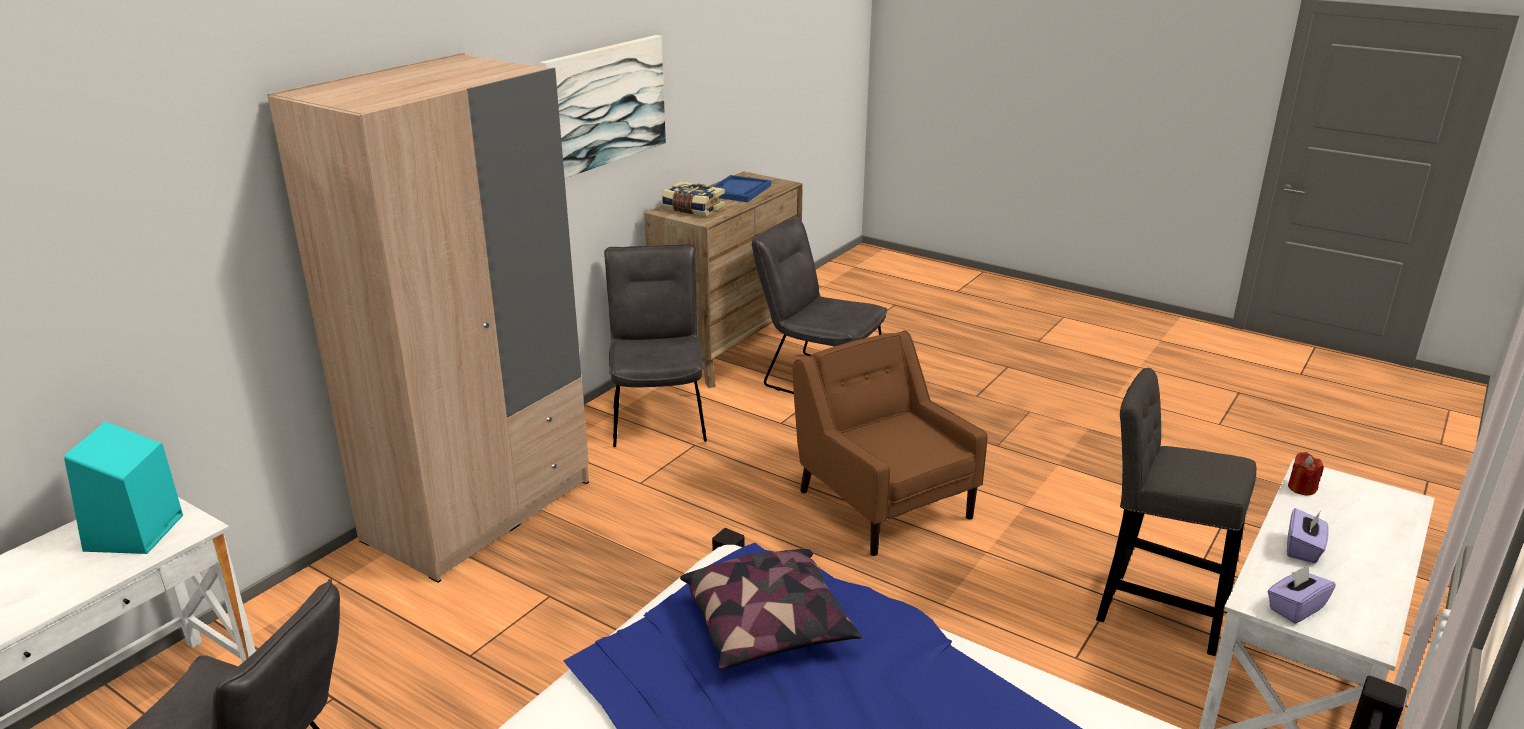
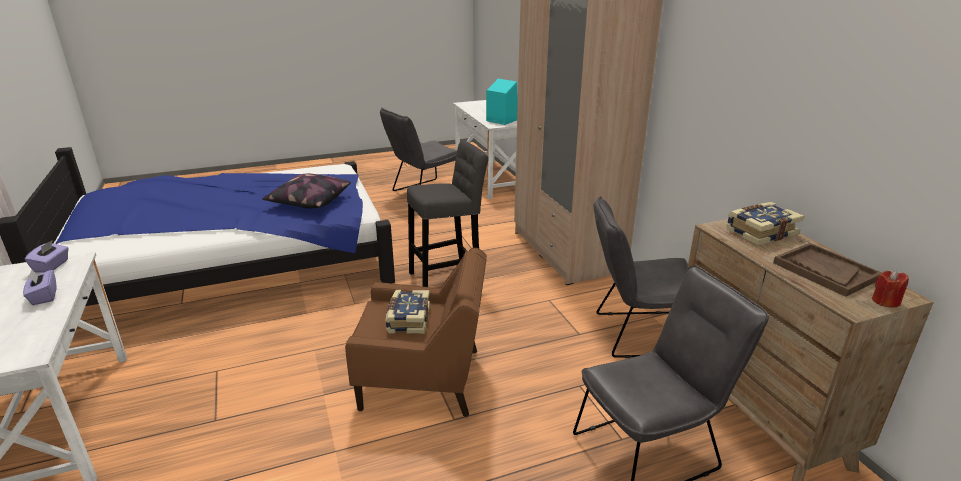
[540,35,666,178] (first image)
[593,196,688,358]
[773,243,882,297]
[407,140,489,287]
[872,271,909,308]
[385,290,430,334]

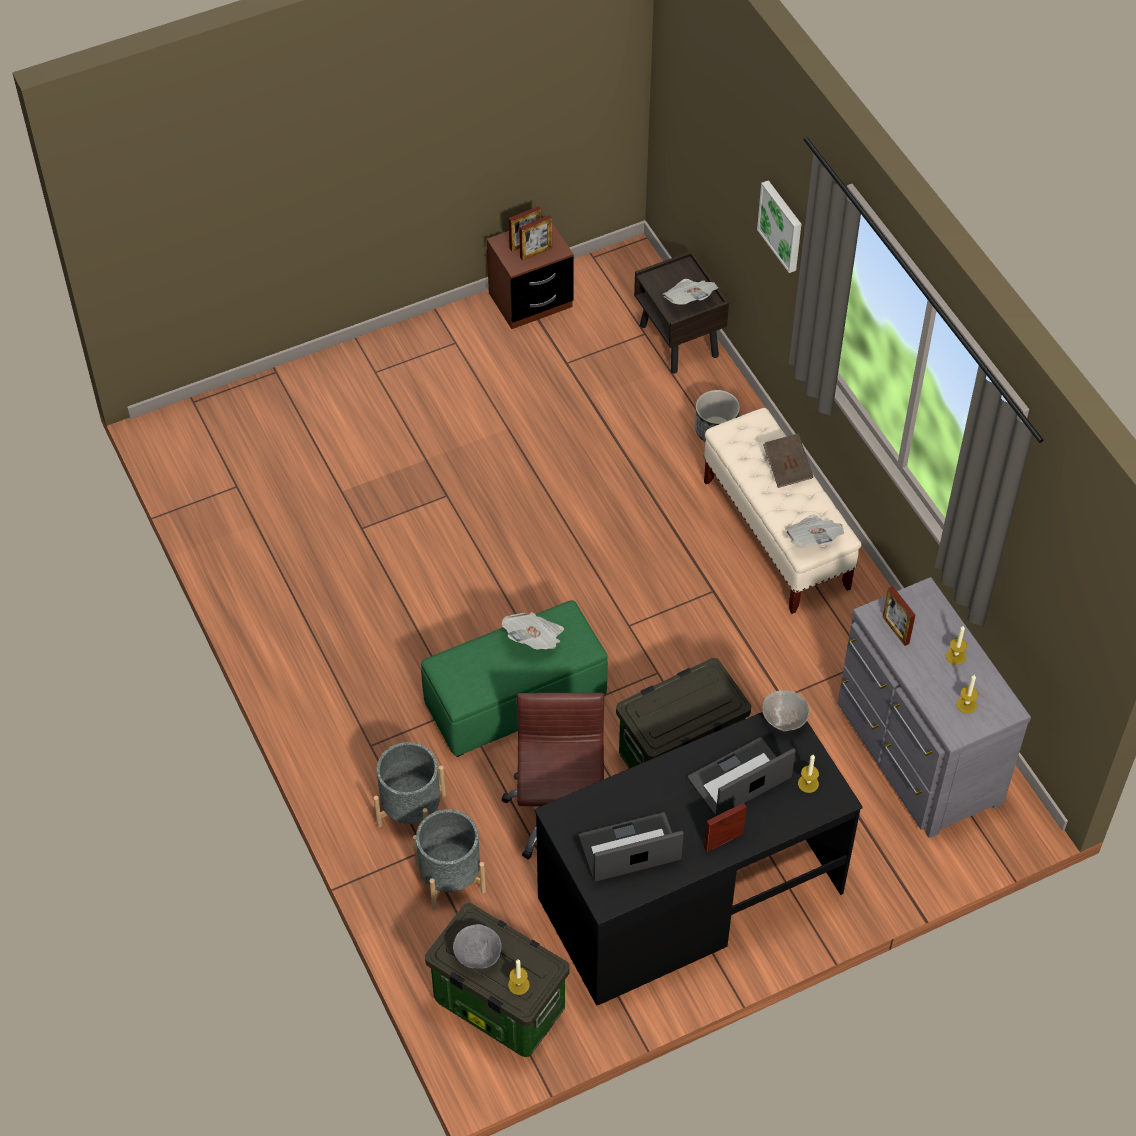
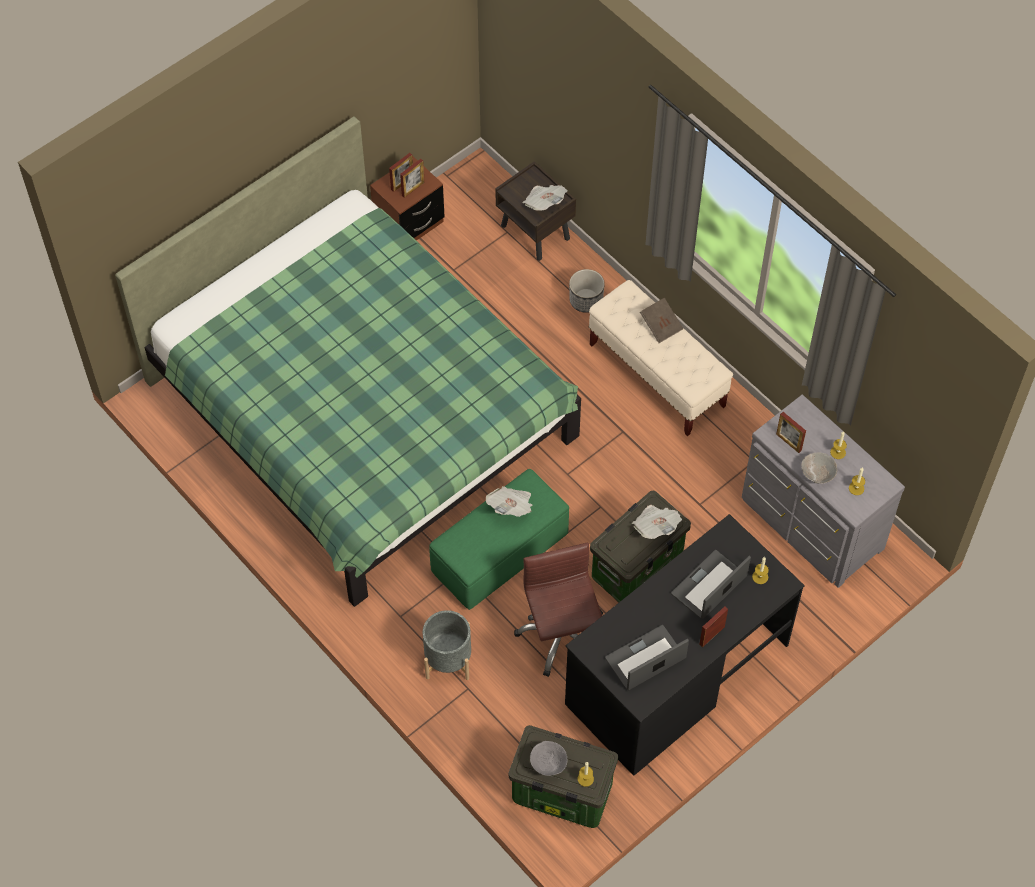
[413,809,486,910] (first image)
[757,180,801,273] (first image)
[801,452,837,484]
[632,505,682,539]
[115,116,581,607]

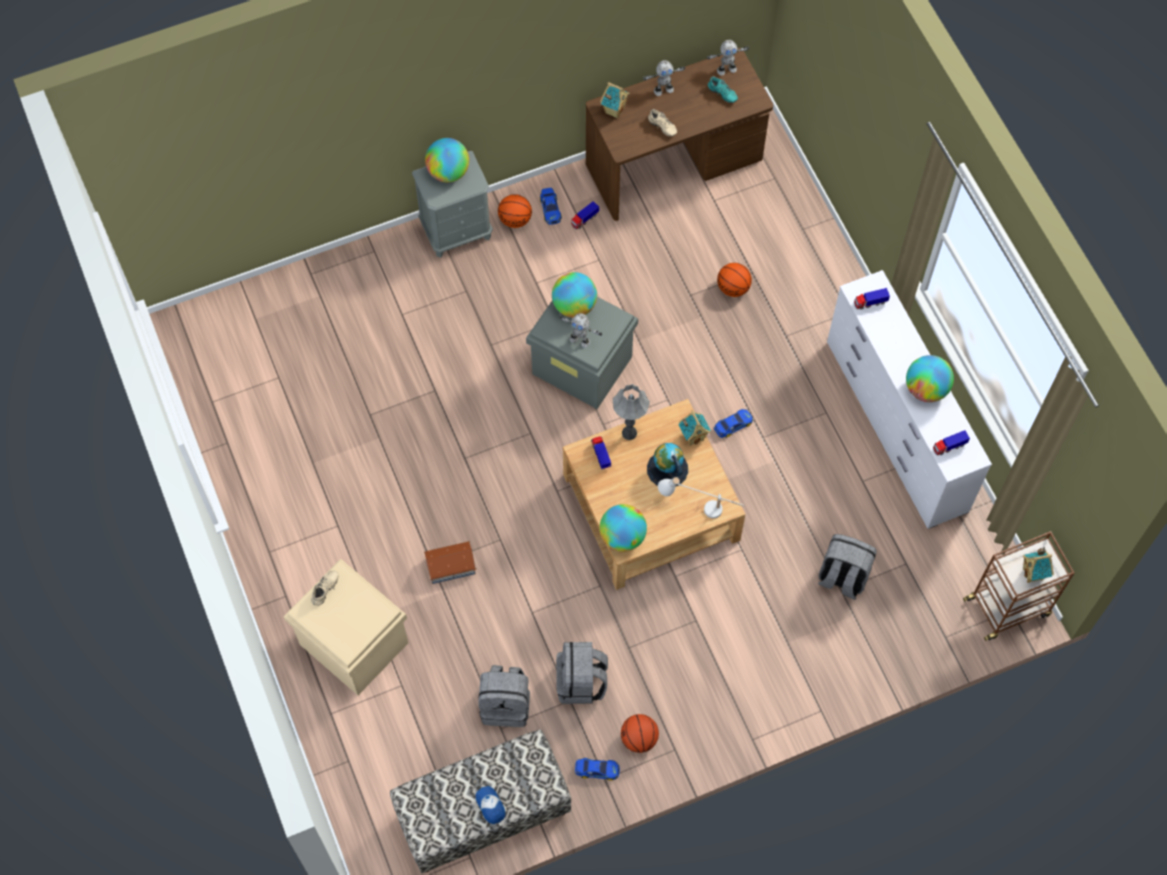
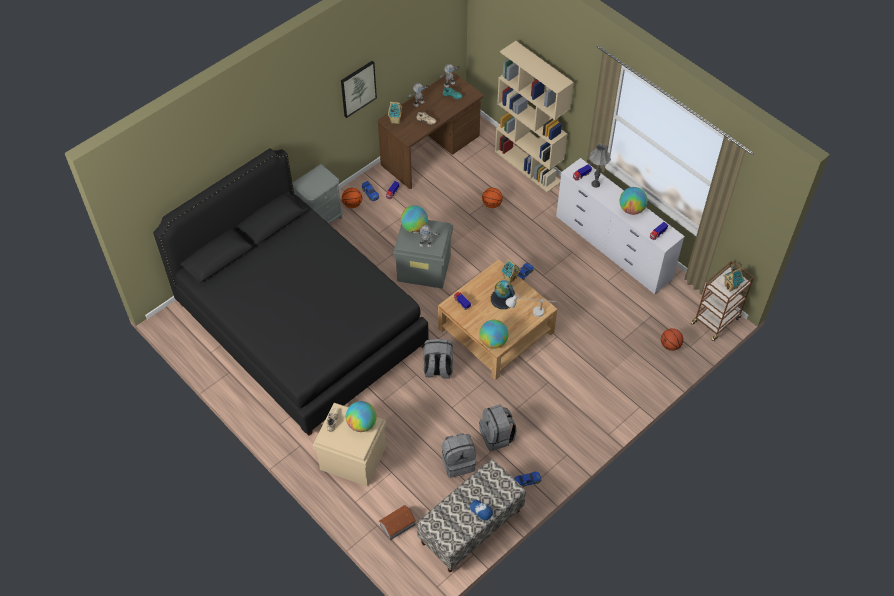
[379,505,416,540]
[346,401,377,432]
[589,144,611,188]
[661,328,683,351]
[424,339,453,379]
[153,148,429,436]
[341,61,377,118]
[495,41,574,192]

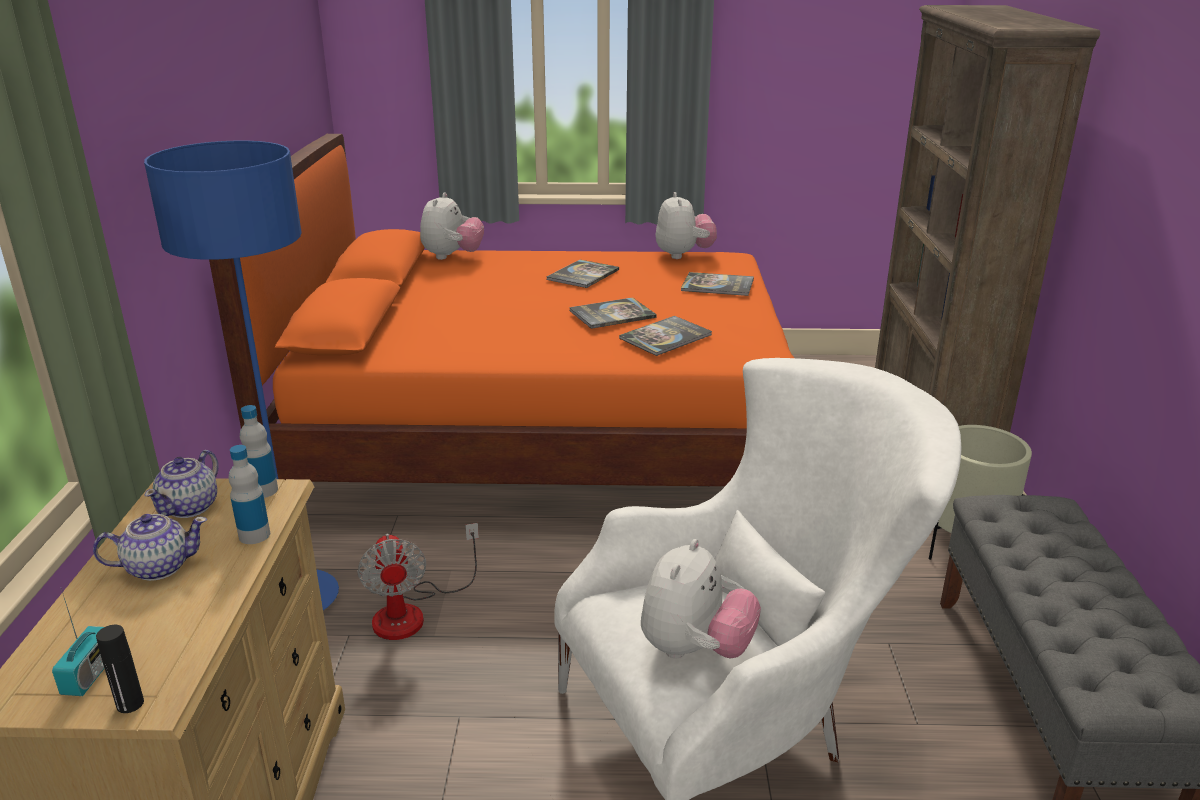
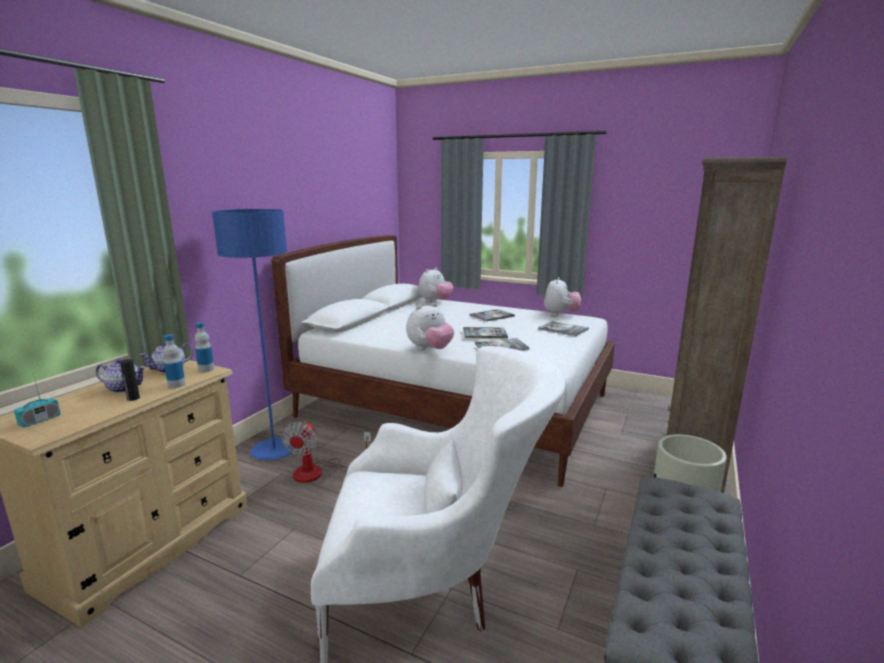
[120,359,140,401]
[271,235,615,487]
[406,303,454,350]

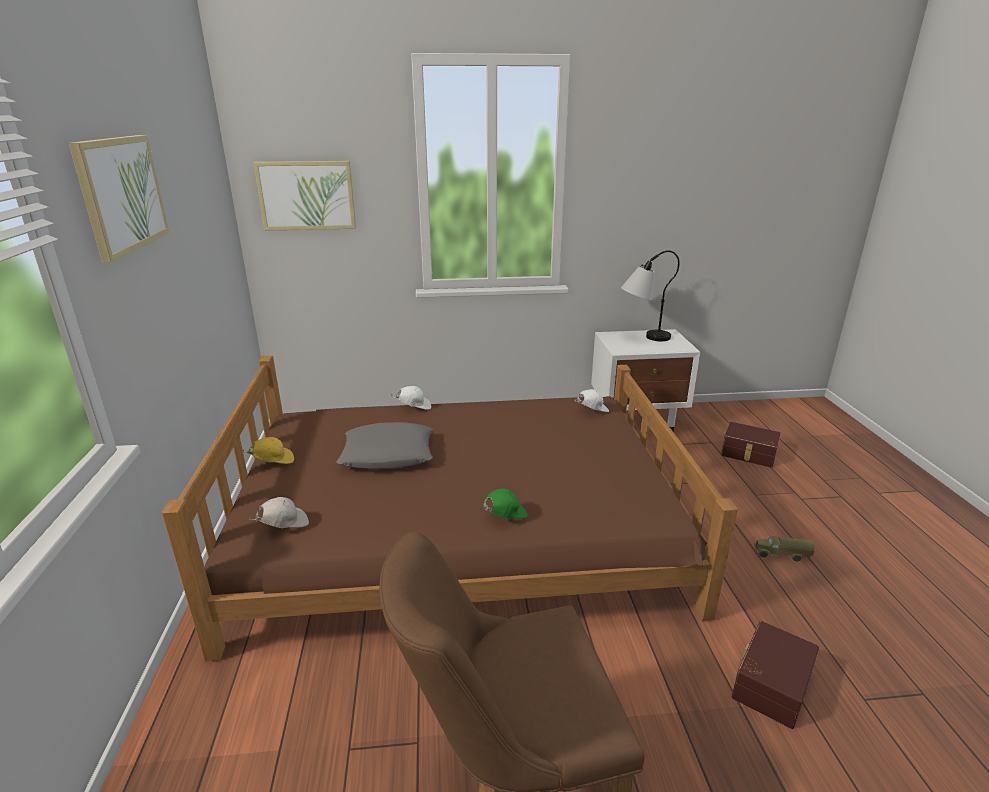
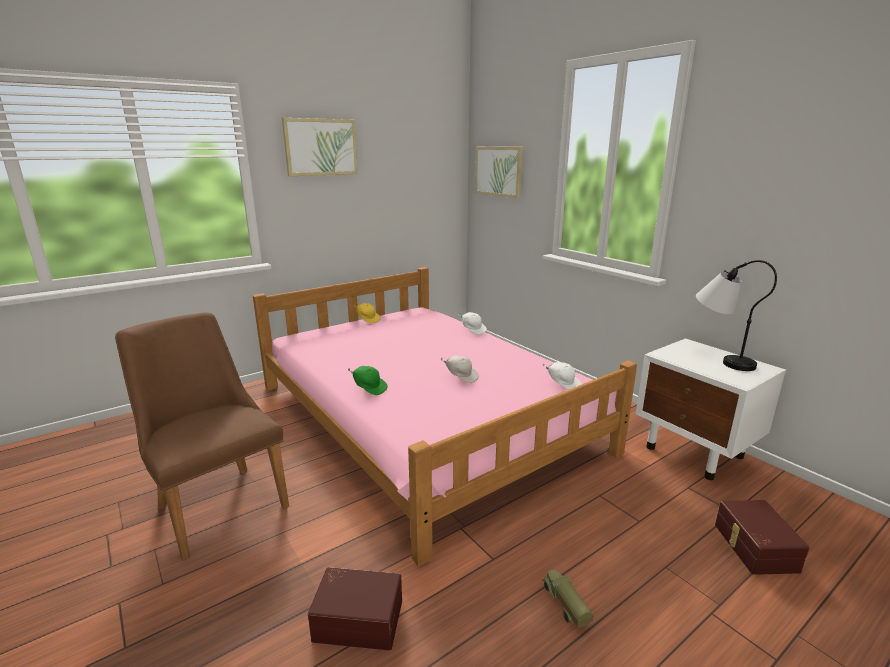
[253,267,637,566]
[440,355,479,383]
[336,422,433,469] (first image)

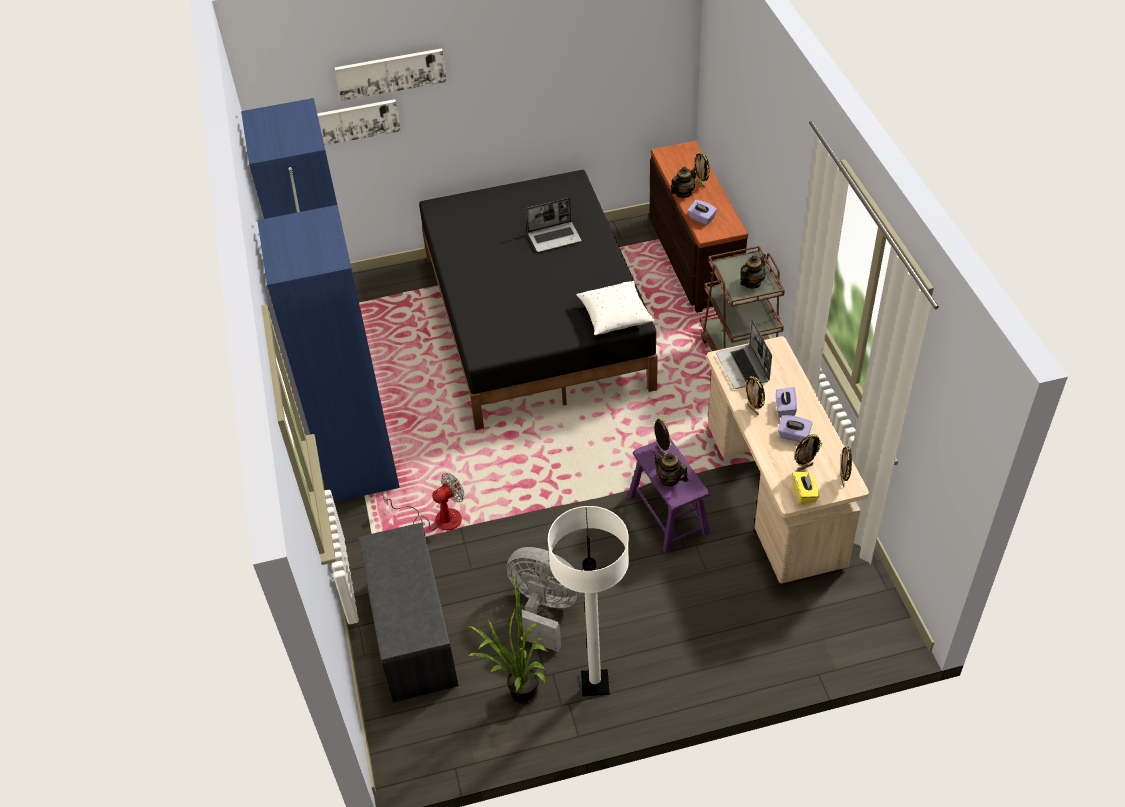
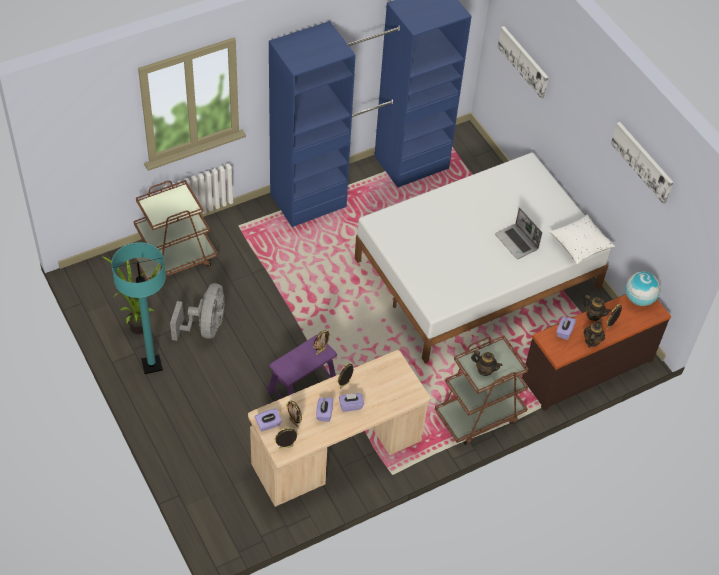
[611,122,674,204]
[133,180,218,281]
[383,473,465,531] (first image)
[355,152,611,364]
[111,242,166,374]
[549,215,615,264]
[584,318,605,348]
[716,320,772,389] (first image)
[255,409,282,431]
[625,272,661,306]

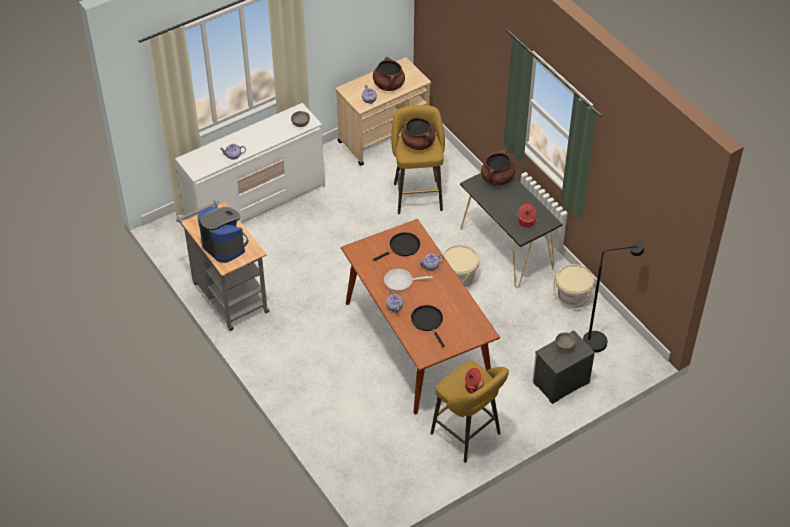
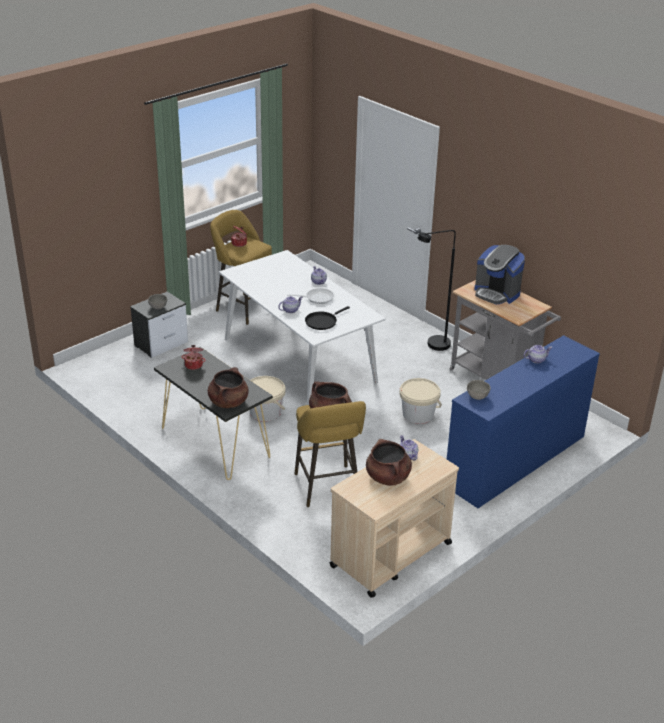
[447,335,600,509]
[219,250,386,405]
[411,305,445,348] (first image)
[399,378,442,424]
[418,230,456,351]

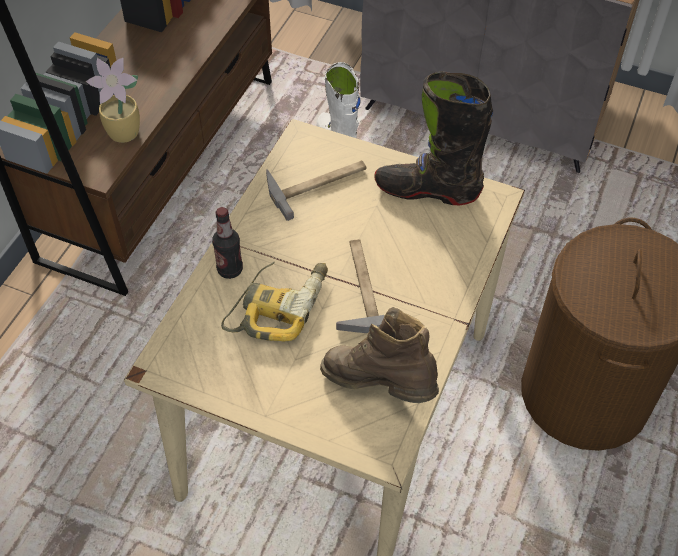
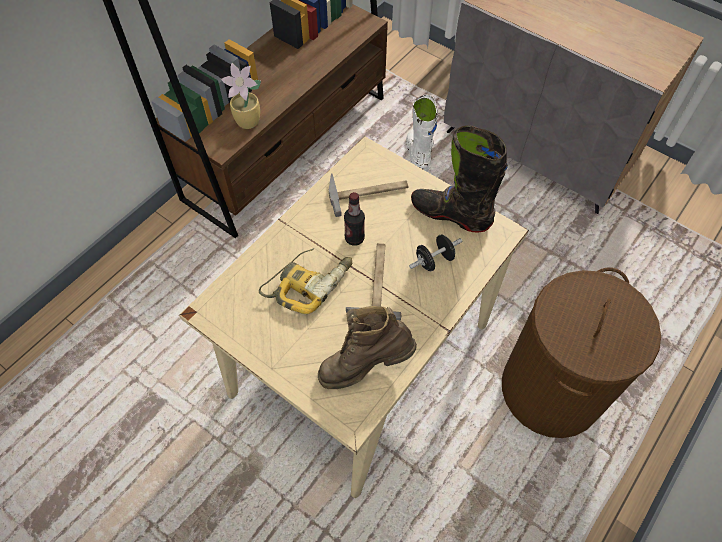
[344,192,365,246]
[318,306,417,389]
[409,235,462,271]

